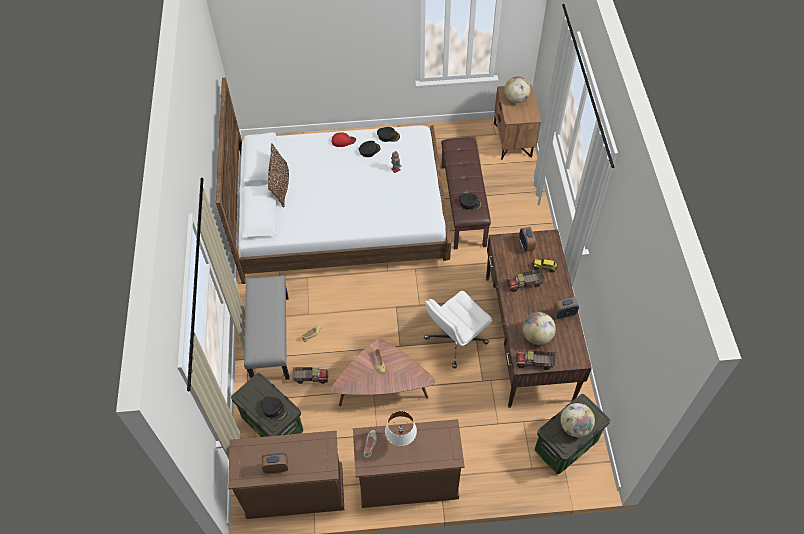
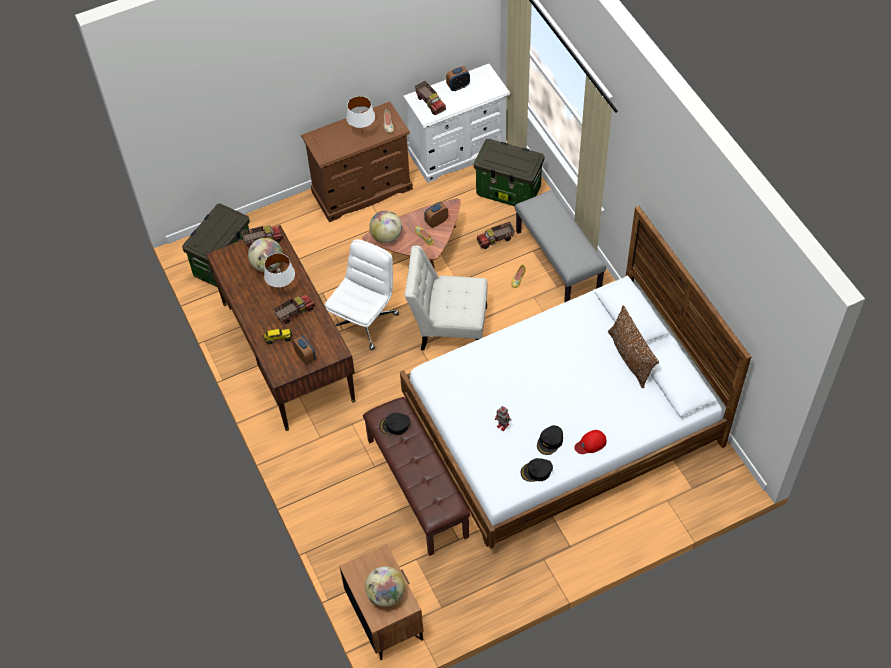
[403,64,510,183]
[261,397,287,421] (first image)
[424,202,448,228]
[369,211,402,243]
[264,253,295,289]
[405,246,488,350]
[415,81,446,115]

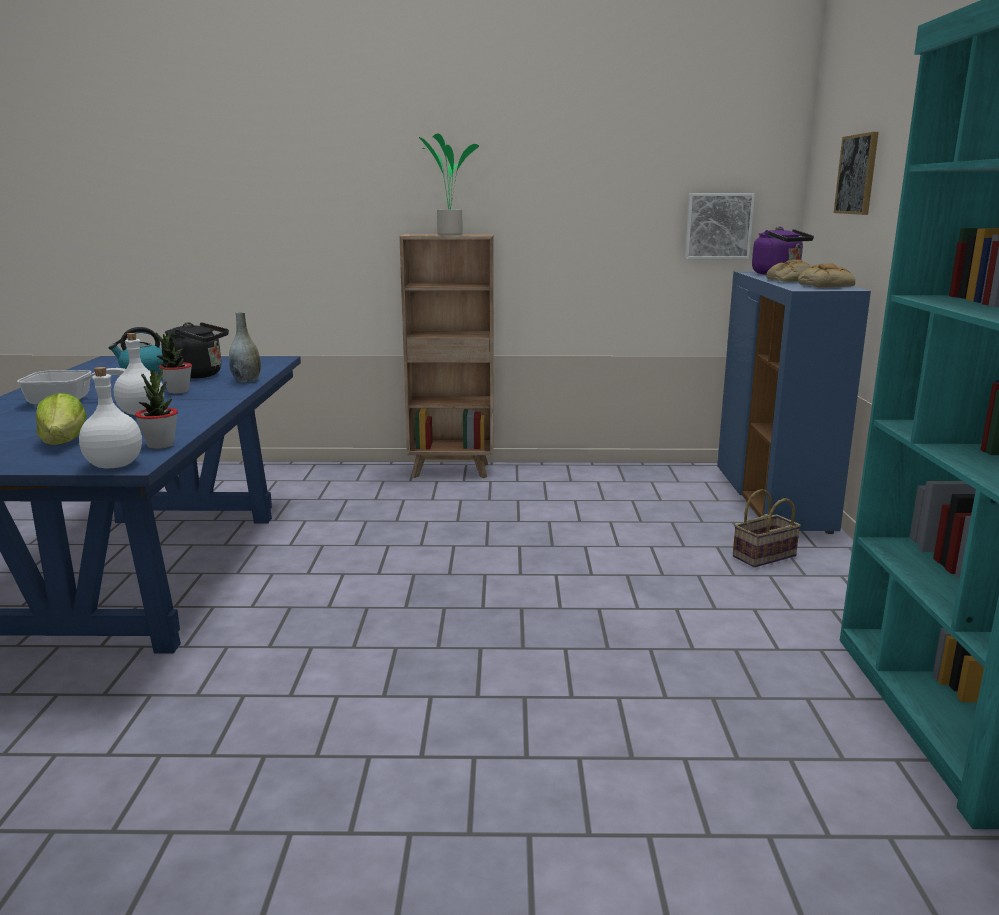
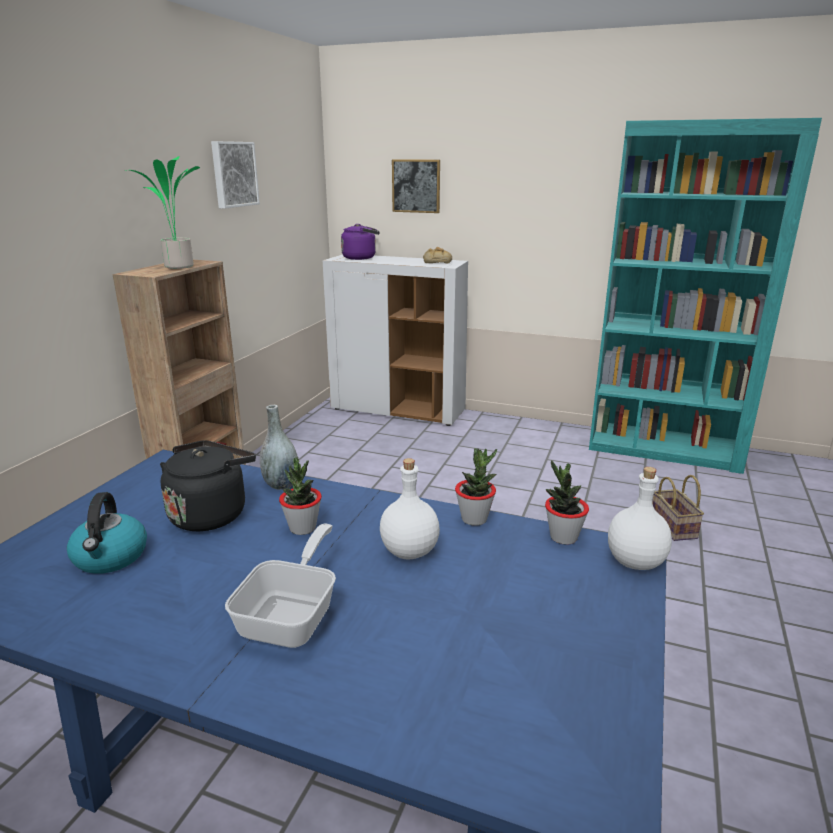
[36,393,87,445] (first image)
[211,141,260,209]
[323,254,468,426]
[652,475,704,541]
[766,260,812,282] (first image)
[455,448,497,526]

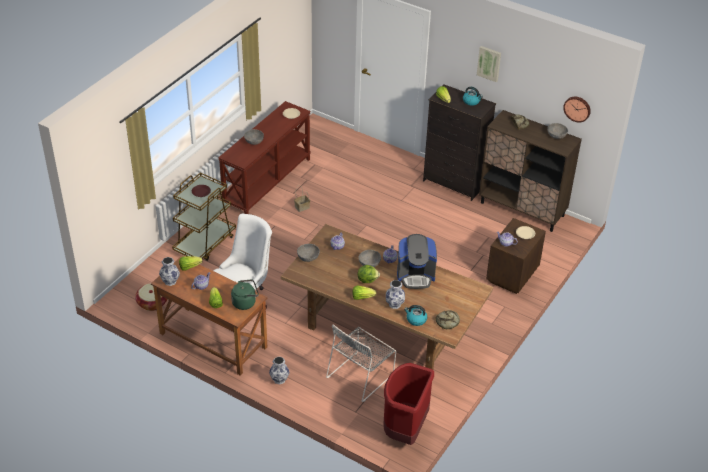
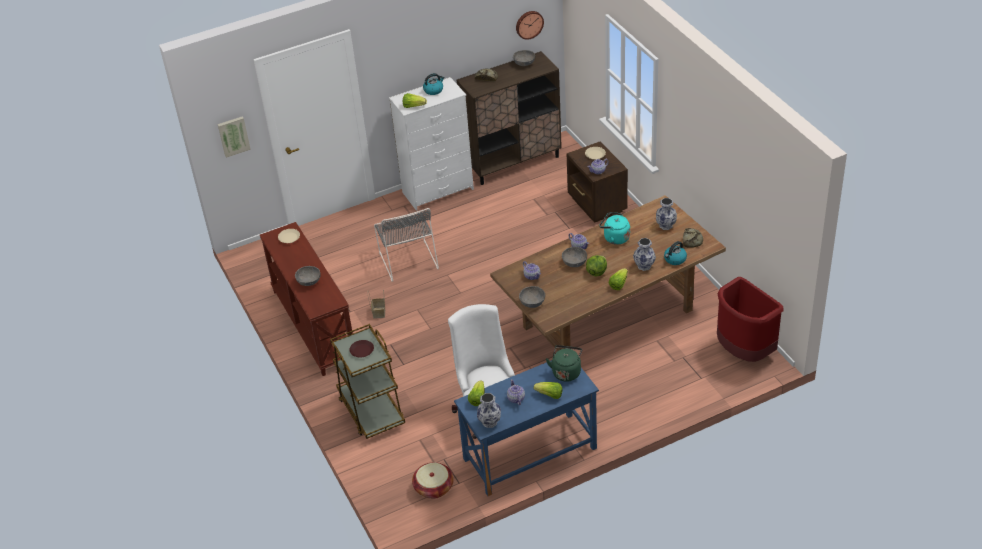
[454,360,599,496]
[656,198,677,230]
[374,208,439,282]
[599,212,630,245]
[389,77,474,211]
[217,116,251,158]

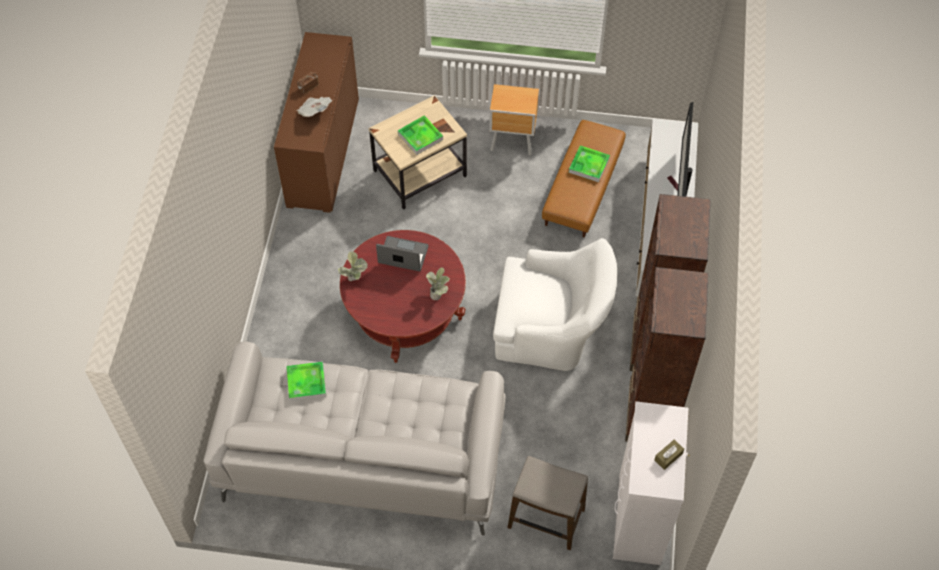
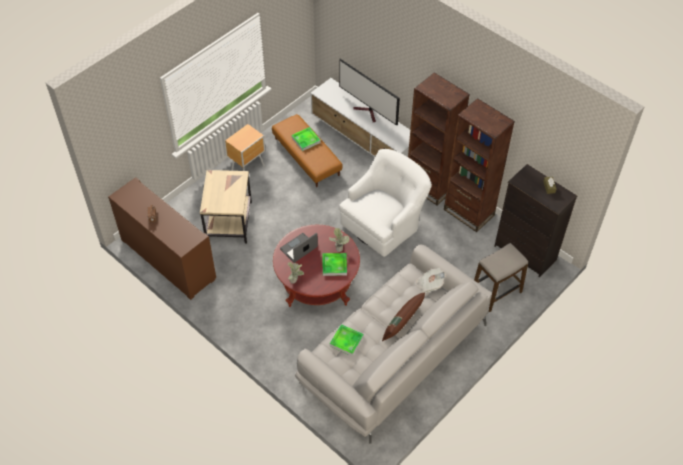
[416,268,446,293]
[323,253,347,276]
[494,164,577,278]
[382,292,425,341]

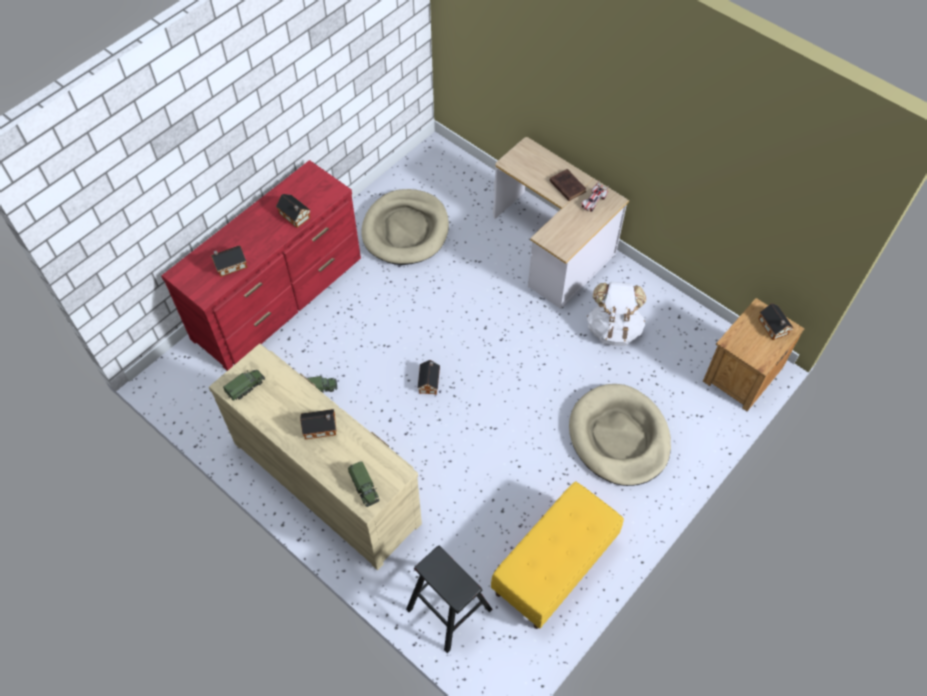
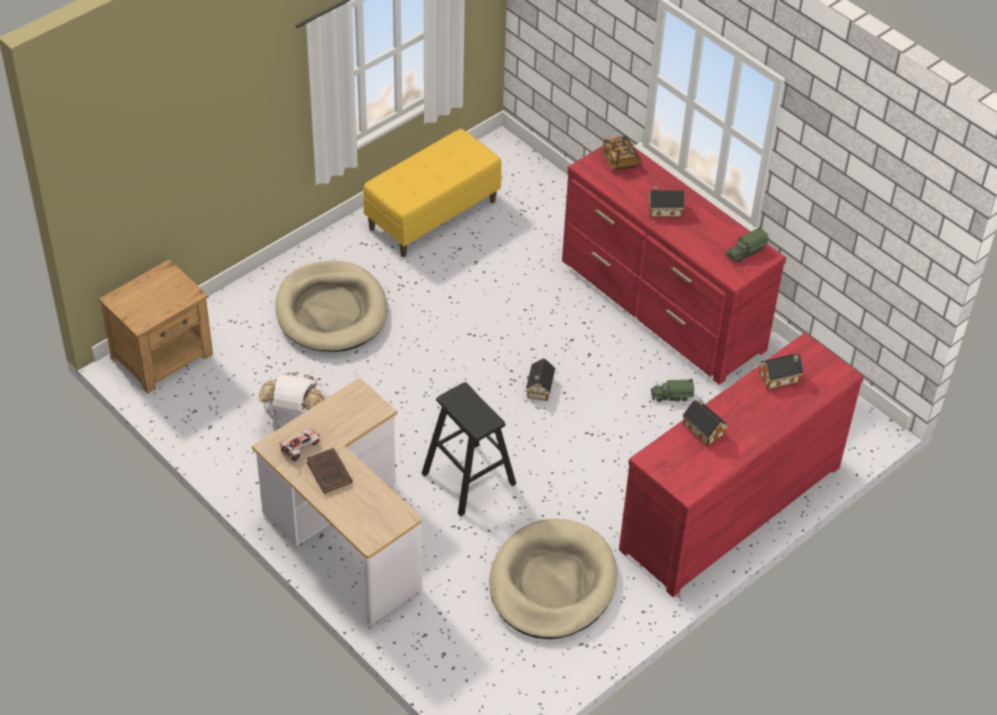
[562,136,786,385]
[601,136,641,170]
[421,382,516,516]
[759,303,794,340] (first image)

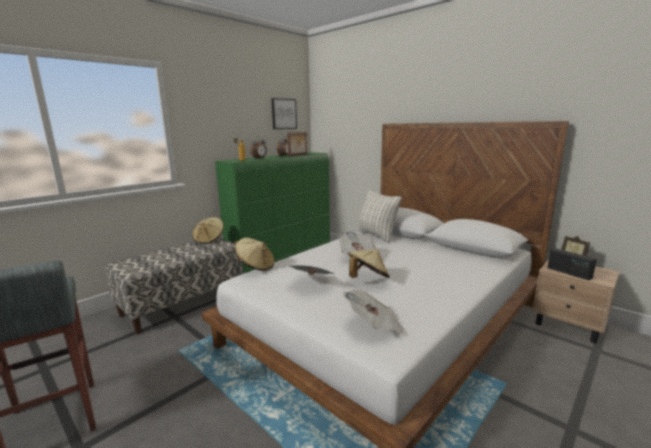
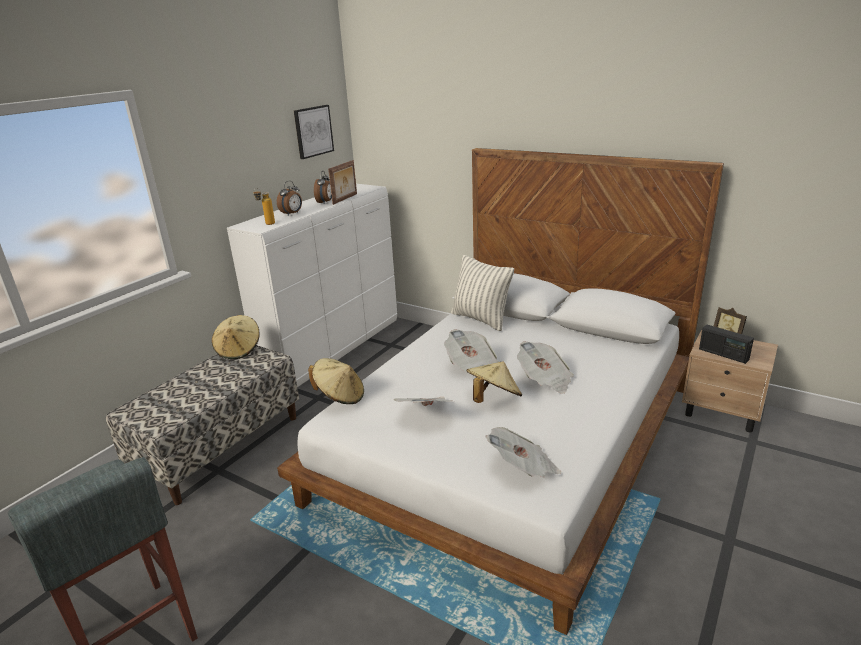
[227,184,397,387]
[517,341,574,394]

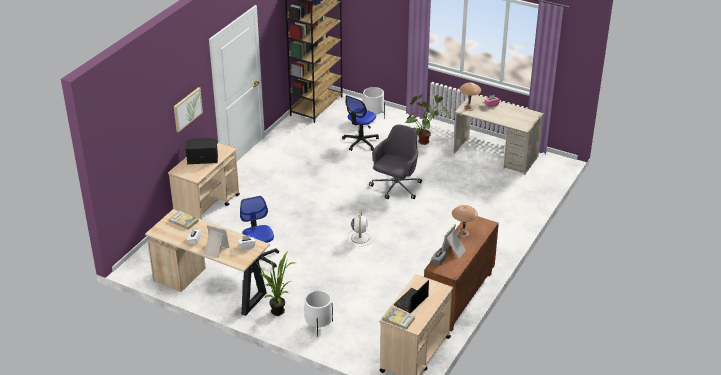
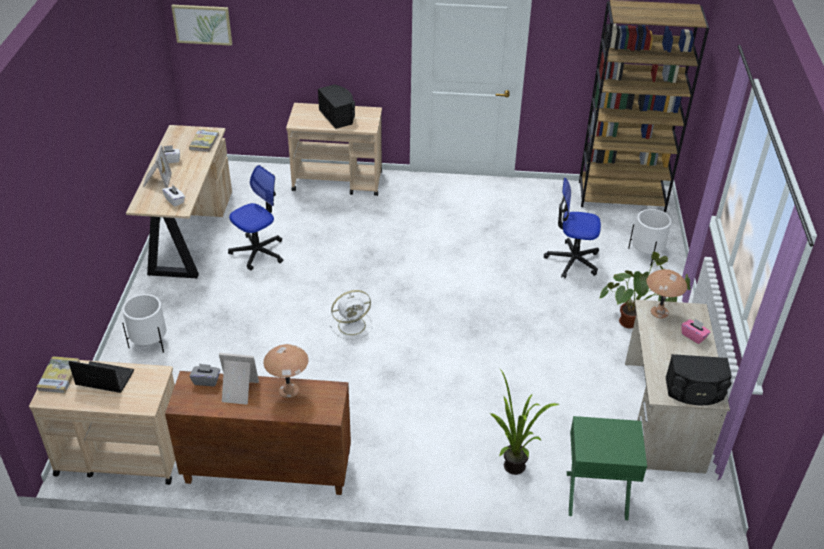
[171,5,232,46]
[490,367,559,475]
[369,125,422,199] (first image)
[567,416,647,520]
[666,354,732,405]

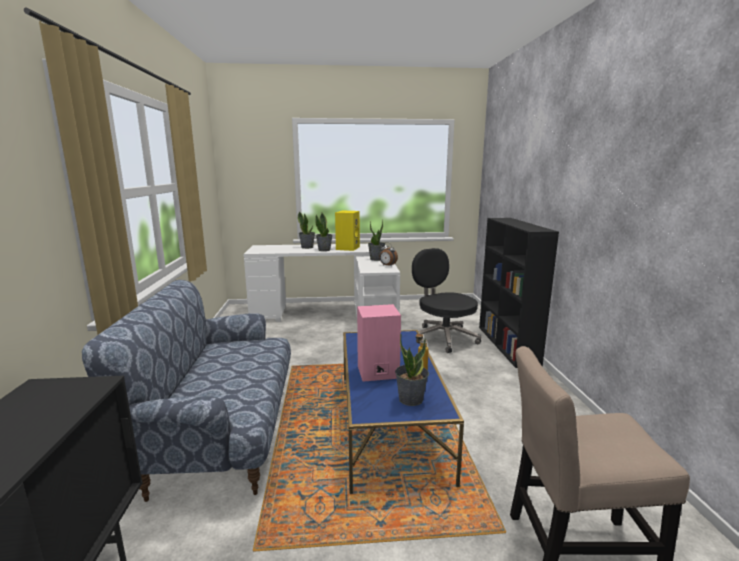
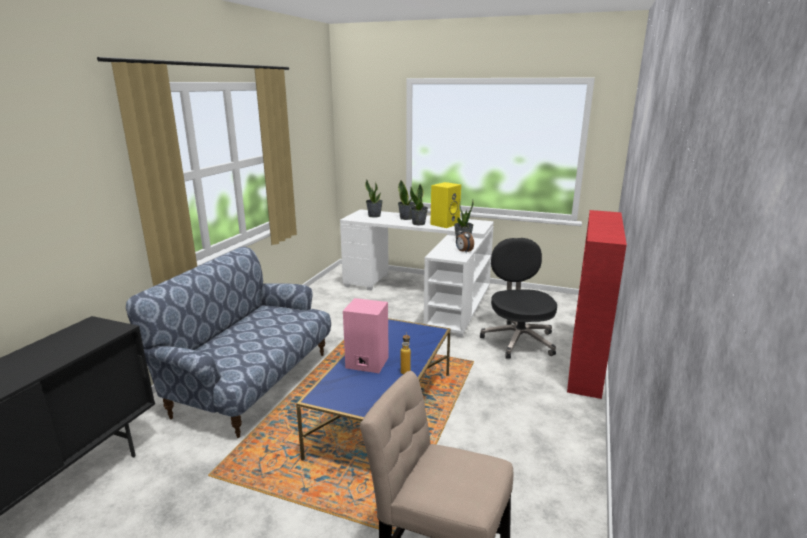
[365,179,383,217]
[567,210,627,399]

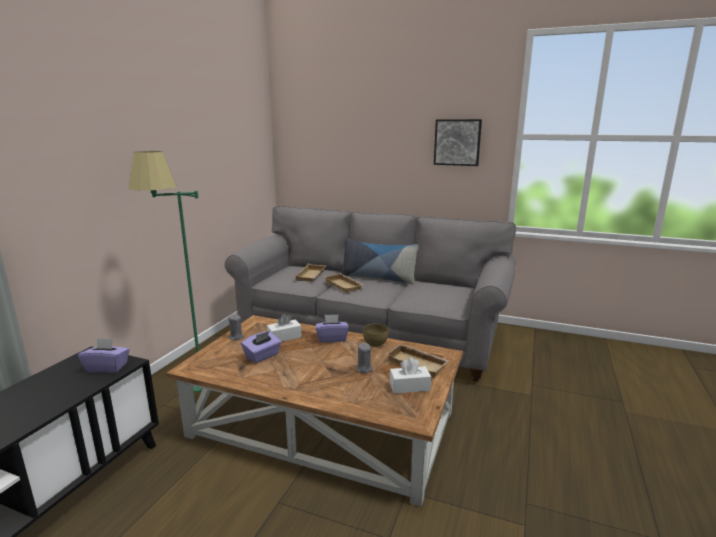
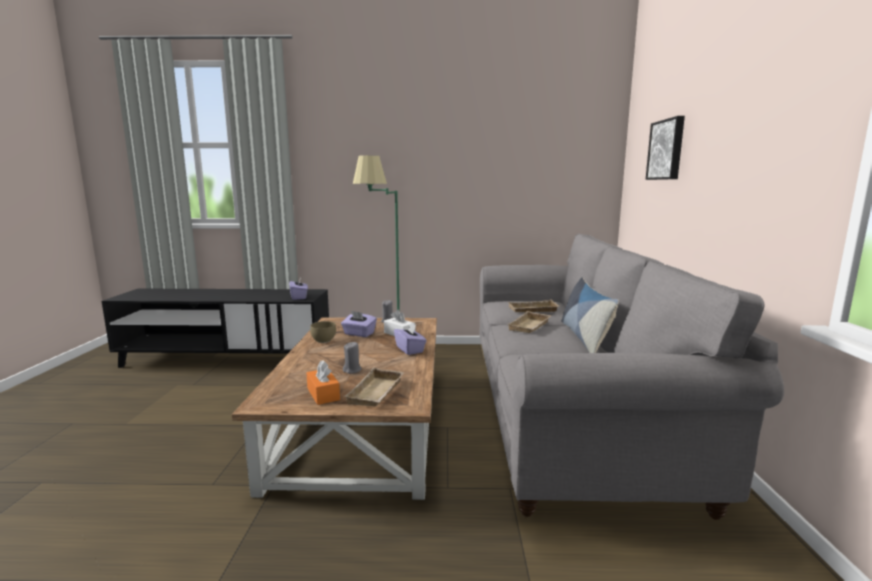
[310,321,336,343]
[306,360,340,405]
[646,116,685,180]

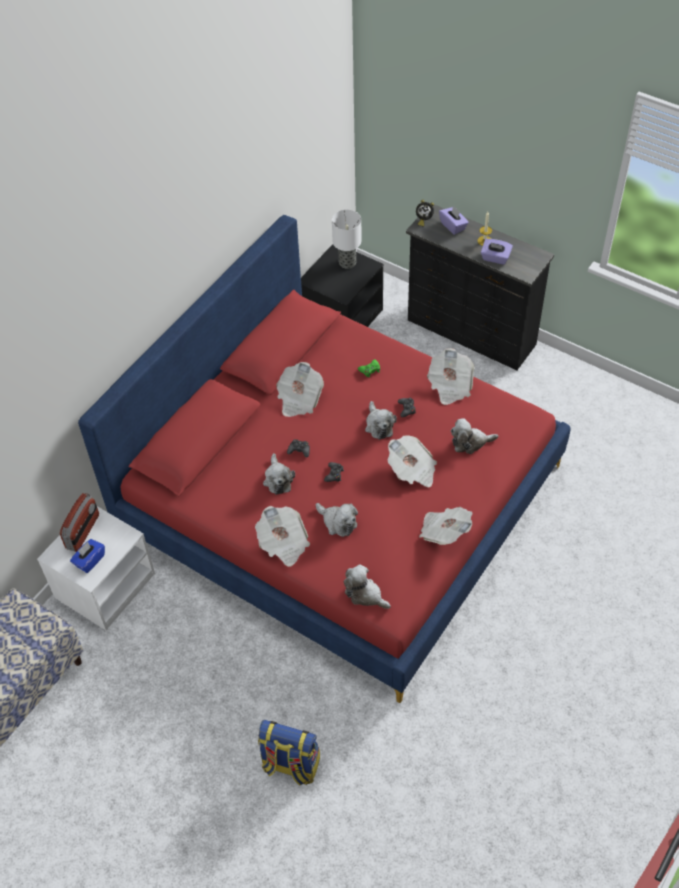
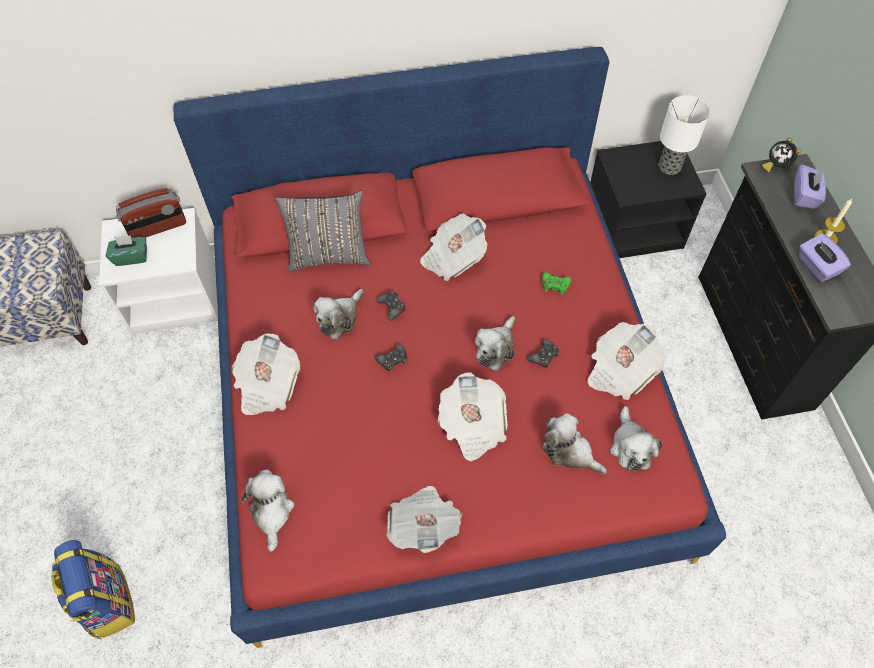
[105,235,147,266]
[610,406,662,471]
[275,190,371,272]

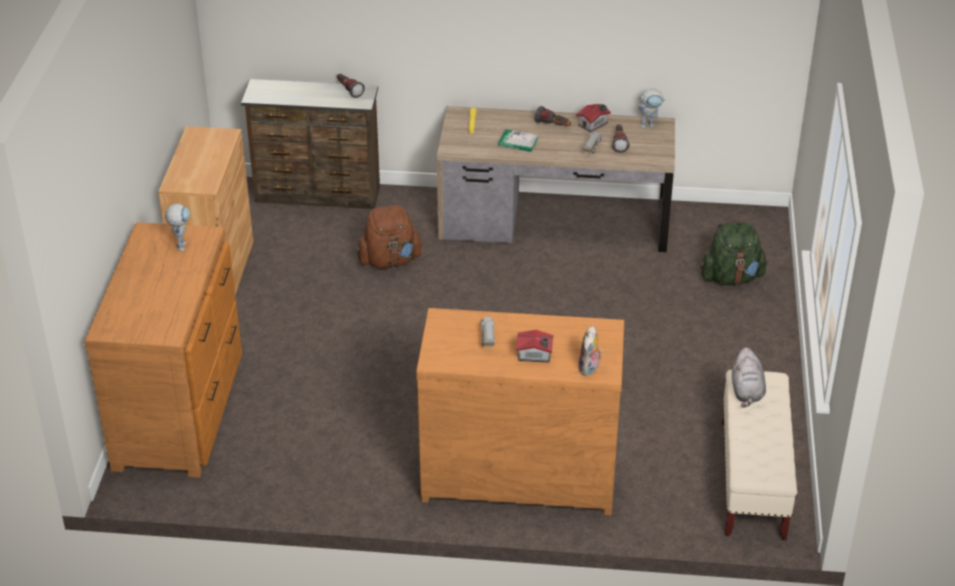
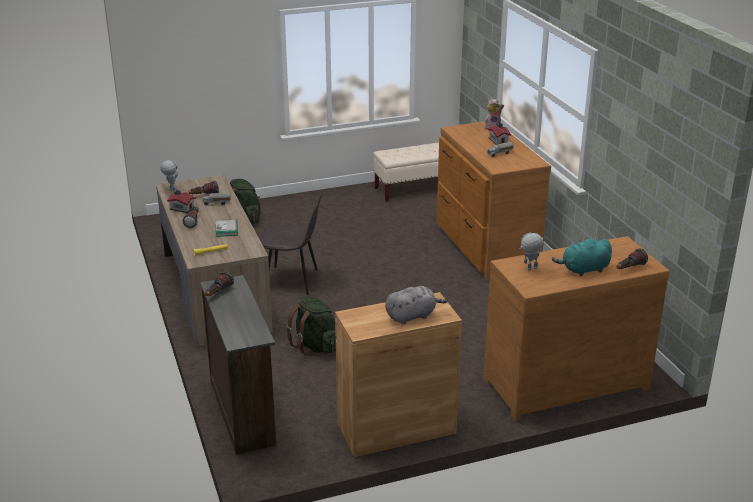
[286,297,336,356]
[385,286,448,324]
[260,194,322,295]
[552,238,612,276]
[617,248,648,269]

